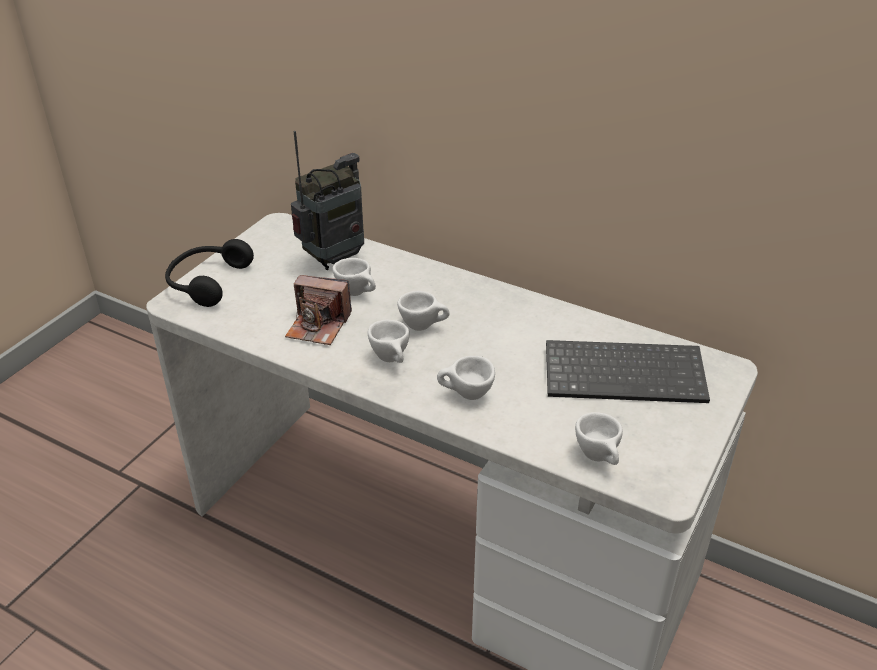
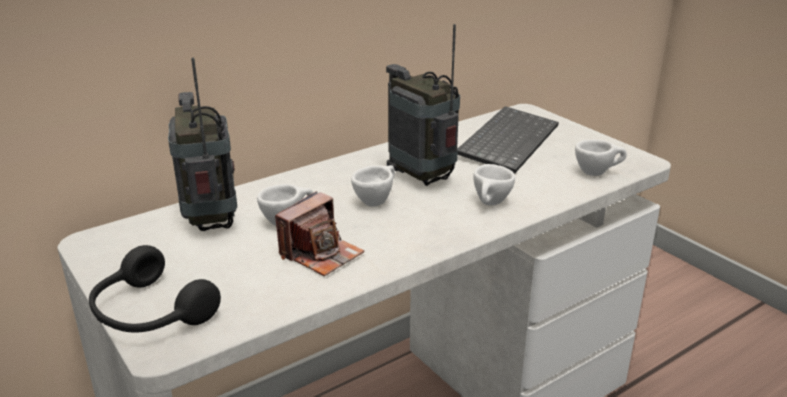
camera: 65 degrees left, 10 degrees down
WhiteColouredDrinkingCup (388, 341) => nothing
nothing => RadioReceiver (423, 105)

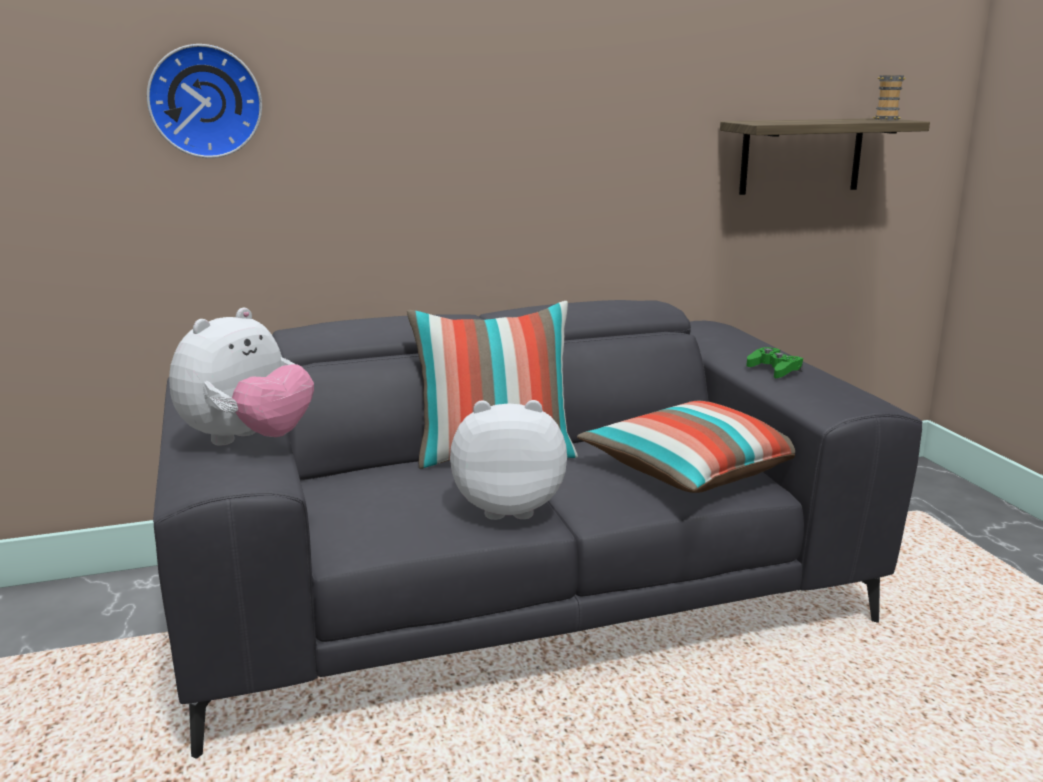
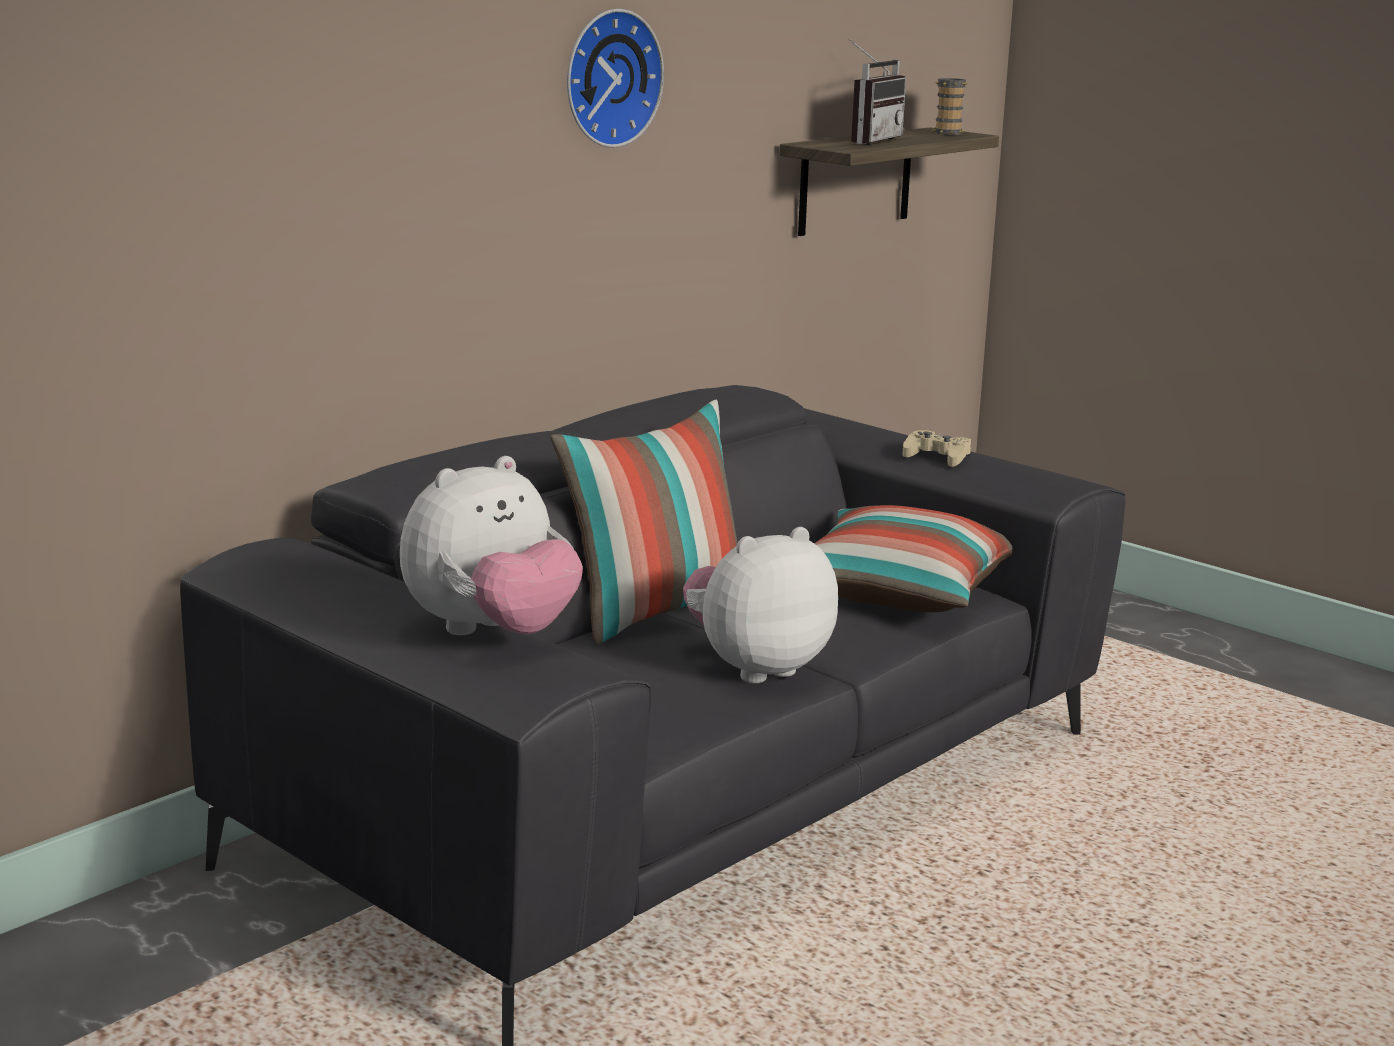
camera: 30 degrees left, 0 degrees up
WallClock (204, 101) => WallClock (615, 78), relocated
SoftToy (241, 376) => SoftToy (491, 545), 45 degrees clockwise
GreenGameController (775, 362) => BeigeGameController (936, 448)
nothing => RadioReceiver (877, 92)

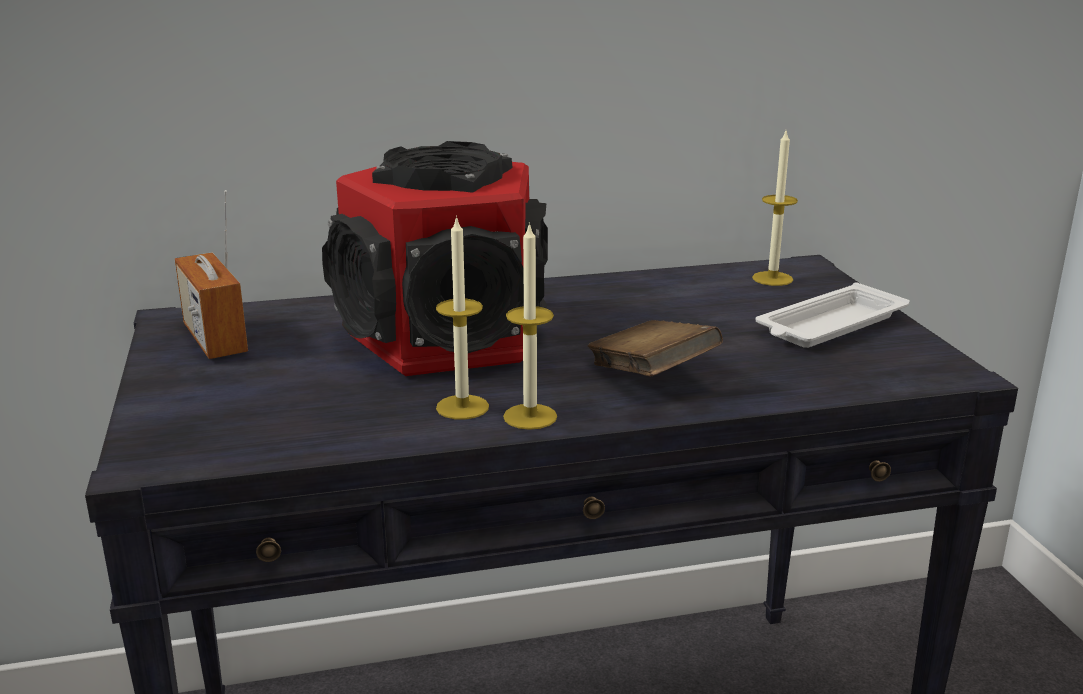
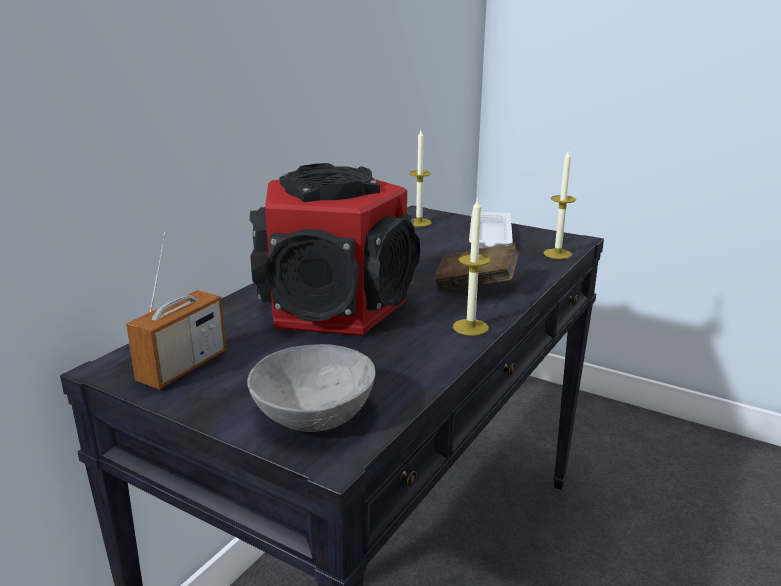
camera: 45 degrees left, 0 degrees up
RadioReceiver (211, 274) => RadioReceiver (176, 310), 75 degrees counterclockwise
WaxCandle (462, 317) => WaxCandle (559, 204), relocated
nothing => GreyDeepDish (311, 388)

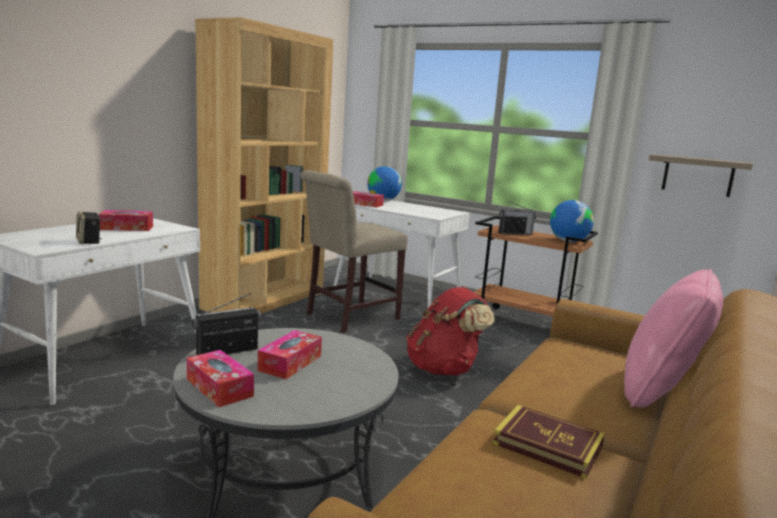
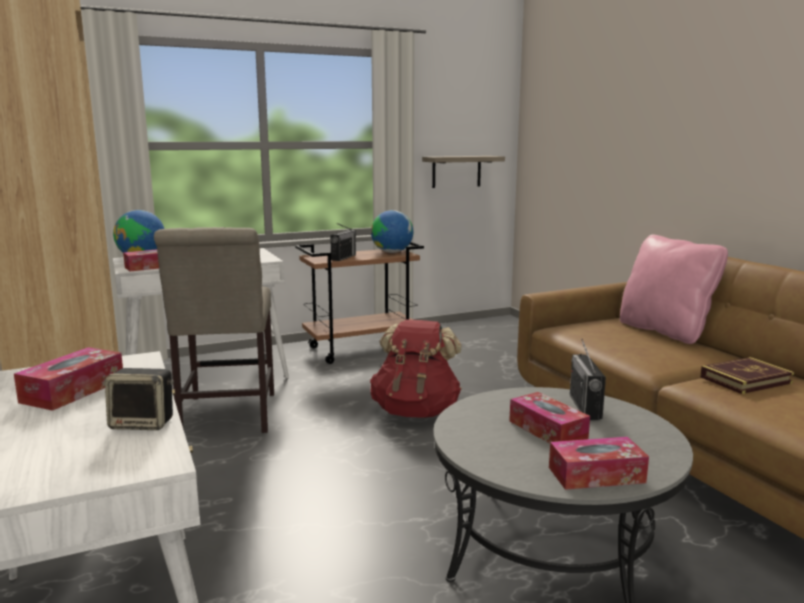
camera: 55 degrees left, 0 degrees up
RadioReceiver (226, 324) => RadioReceiver (588, 379), relocated

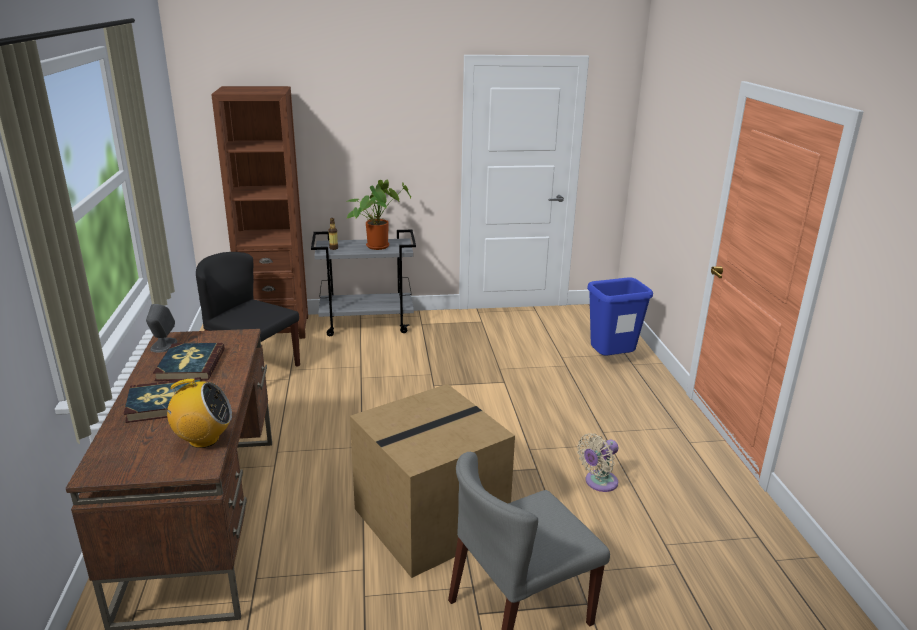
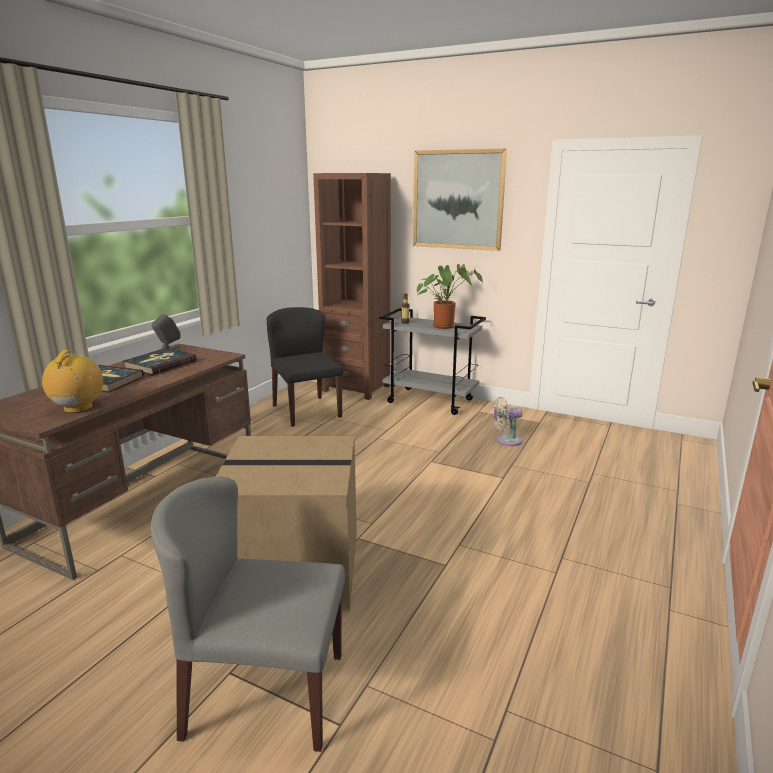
camera: 35 degrees right, 5 degrees down
RadioReceiver (195, 413) => RadioReceiver (72, 381), 120 degrees counterclockwise
BeigeElectricFan (597, 462) => BeigeElectricFan (508, 421), relocated
BluishTrashCan (620, 316) => nothing
nothing => Picture (460, 199)

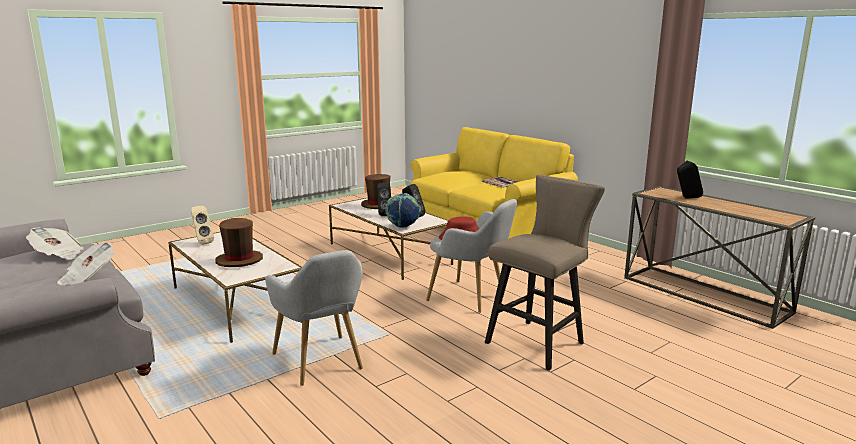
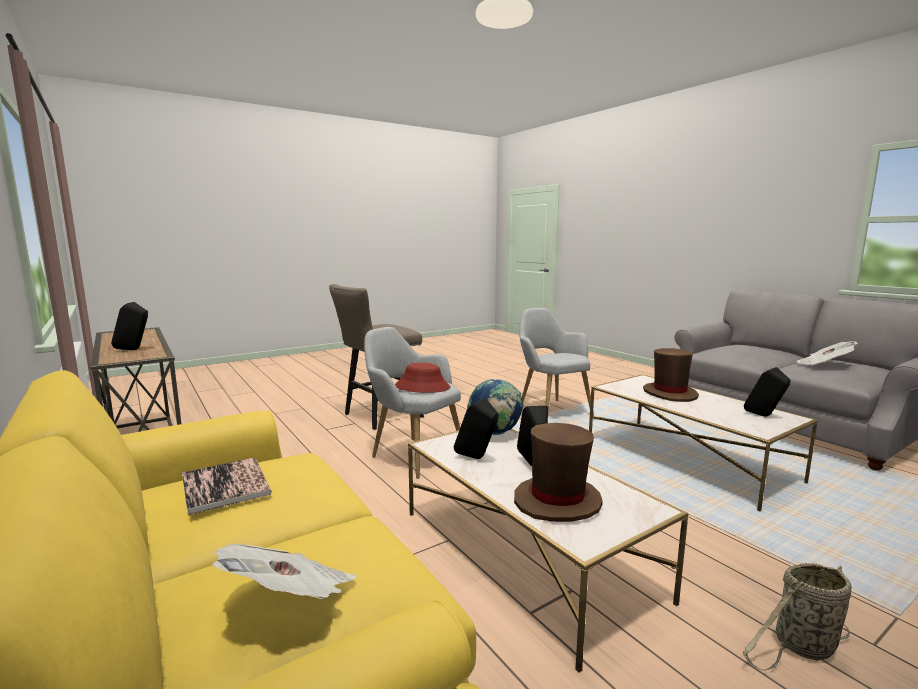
camera: 175 degrees left, 5 degrees down
PrintedPaper (85, 263) => PrintedPaper (284, 571), relocated
BeigeAudioSpeaker (202, 225) => BlackAudioSpeaker (767, 392)
nothing => Basket (797, 617)

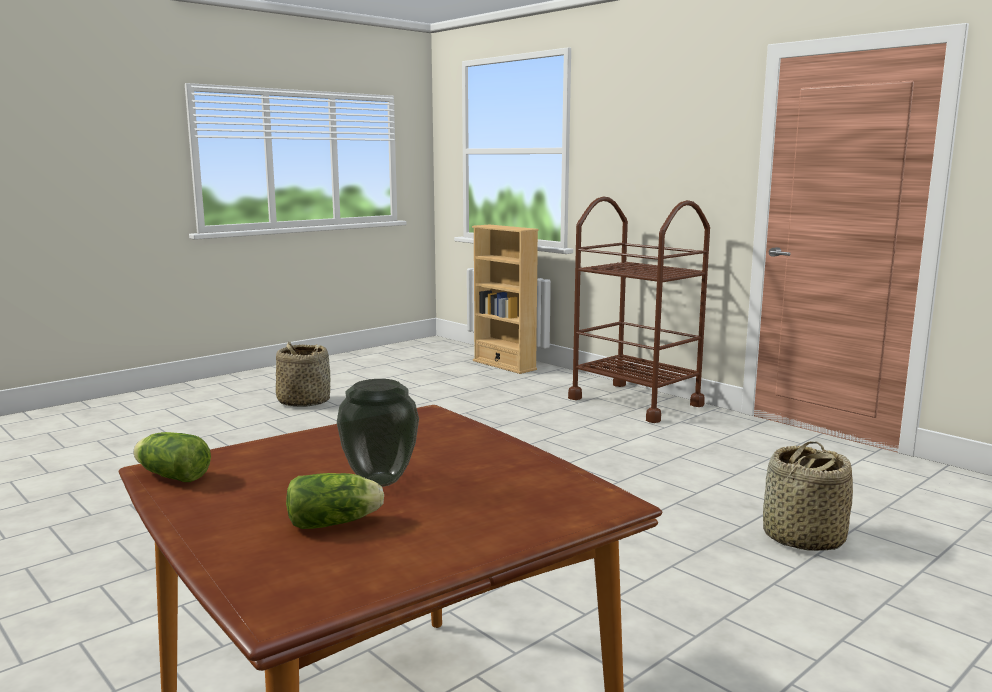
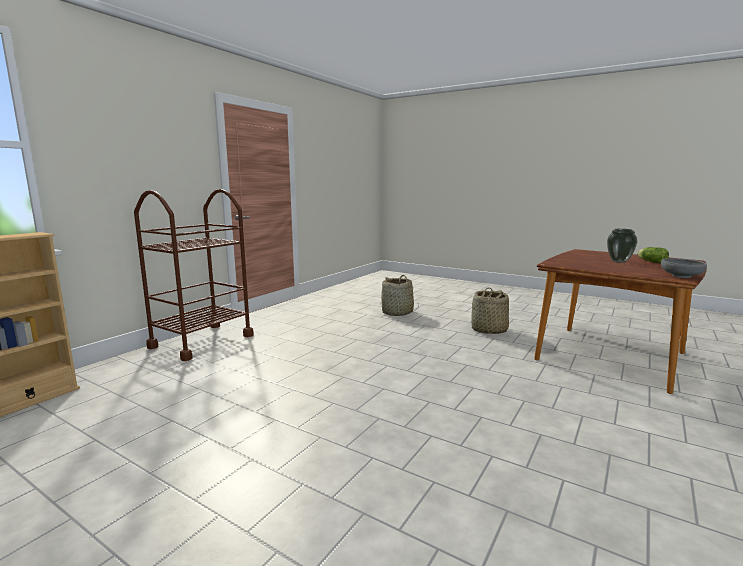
camera: 105 degrees left, 0 degrees up
LettuceHead (172, 457) => GreyDeepDish (684, 268)
Basket (303, 374) => Basket (490, 311), relocated

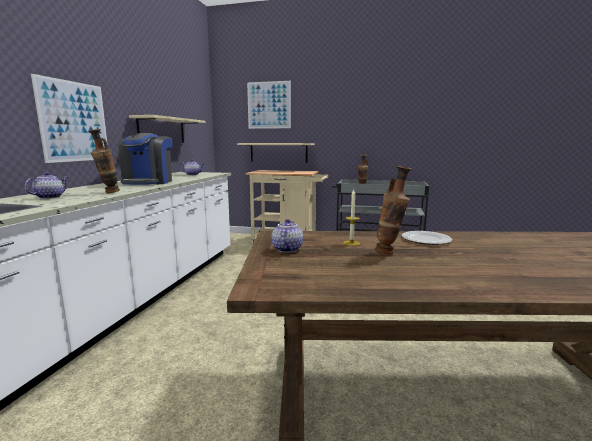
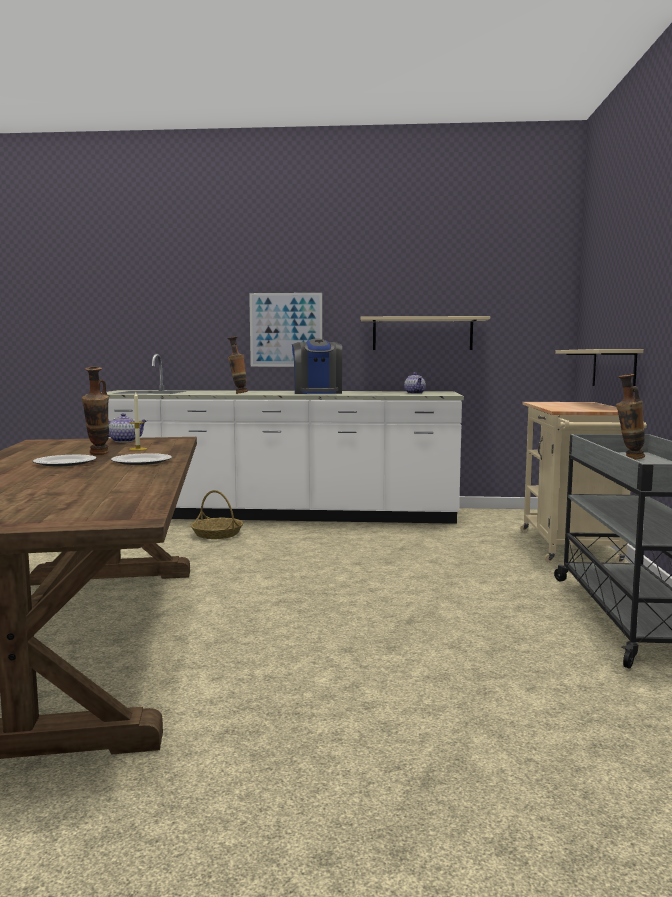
camera: 80 degrees right, 5 degrees down
Teapot (46, 185) => nothing
CoffeeMachine (145, 159) => CoffeeMachine (317, 366), 90 degrees counterclockwise
Picture (269, 105) => nothing
nothing => Plate (65, 460)
nothing => Basket (217, 514)

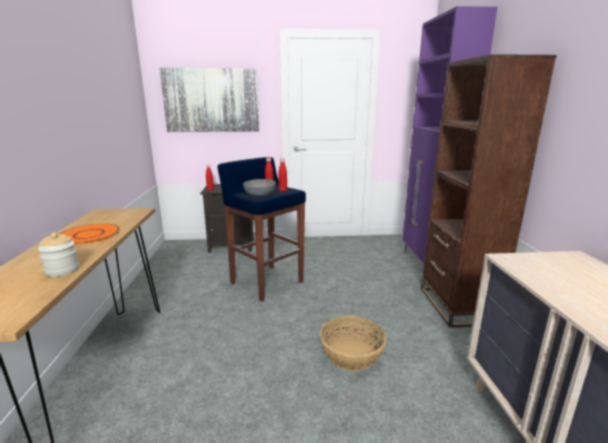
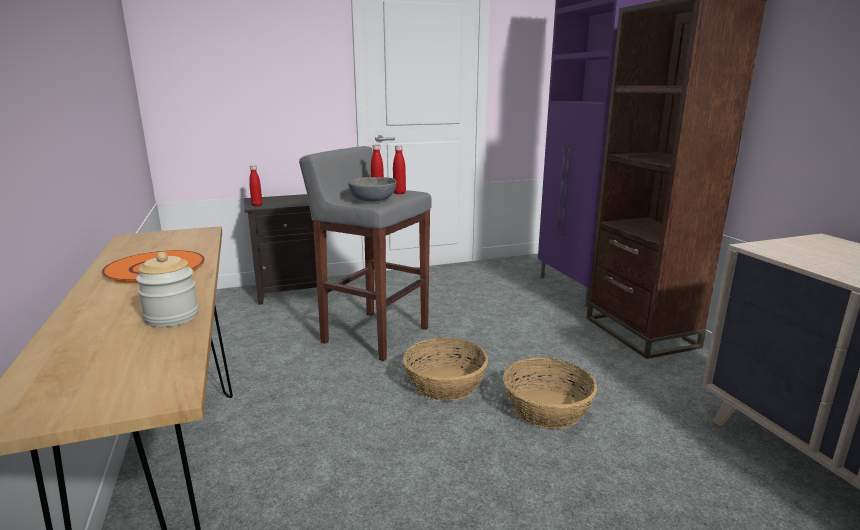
camera: 15 degrees left, 0 degrees up
Picture (209, 100) => nothing
BluishStoolSeat (261, 229) => GreyStoolSeat (365, 253)
nothing => Basket (445, 369)

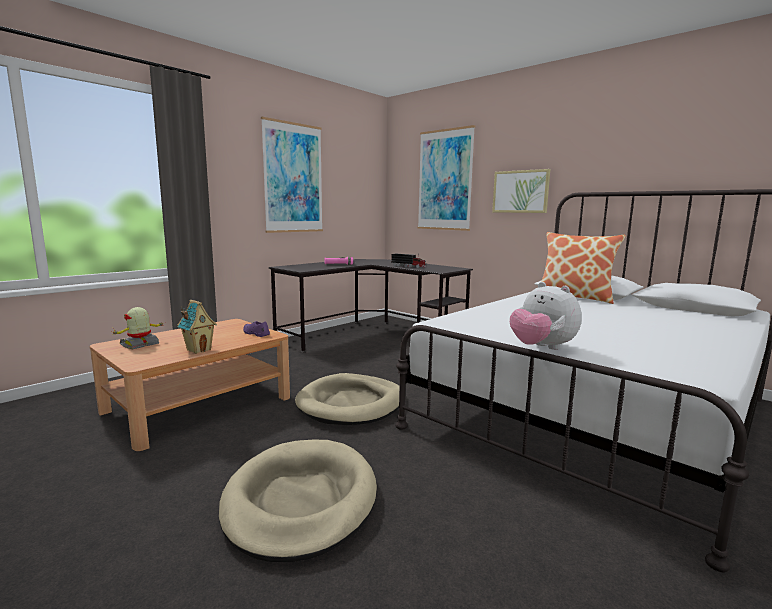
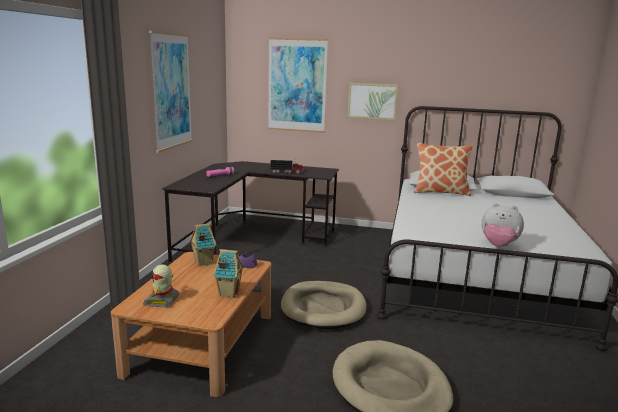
camera: 30 degrees left, 5 degrees up
nothing => MiniatureHouse (203, 244)

